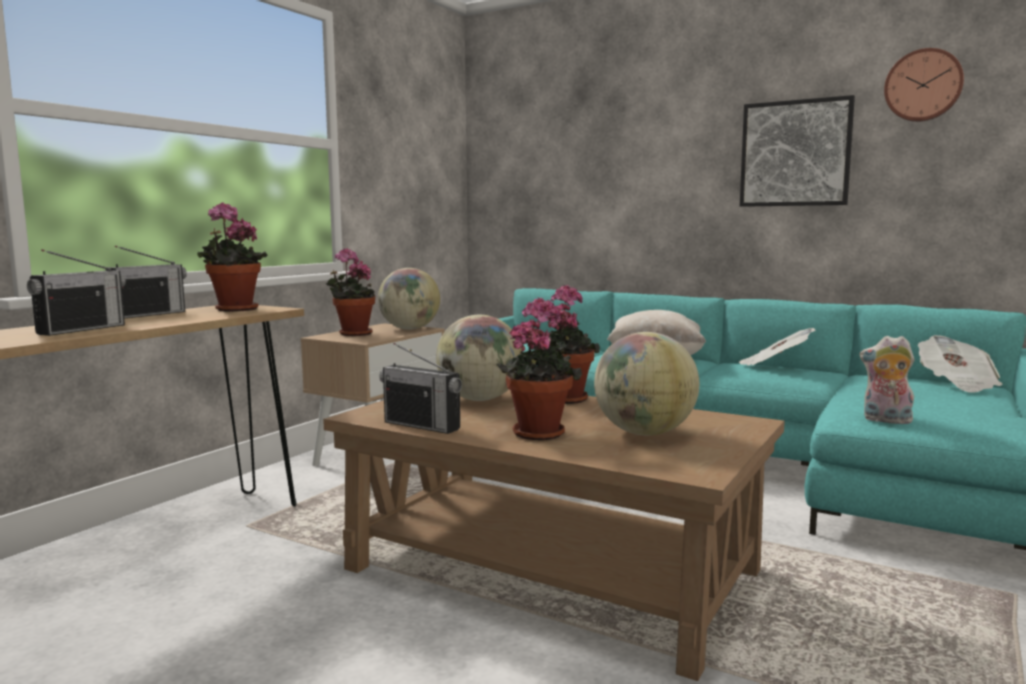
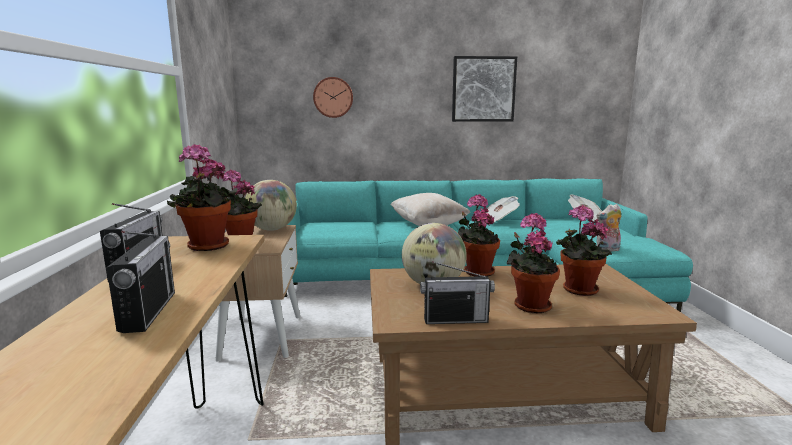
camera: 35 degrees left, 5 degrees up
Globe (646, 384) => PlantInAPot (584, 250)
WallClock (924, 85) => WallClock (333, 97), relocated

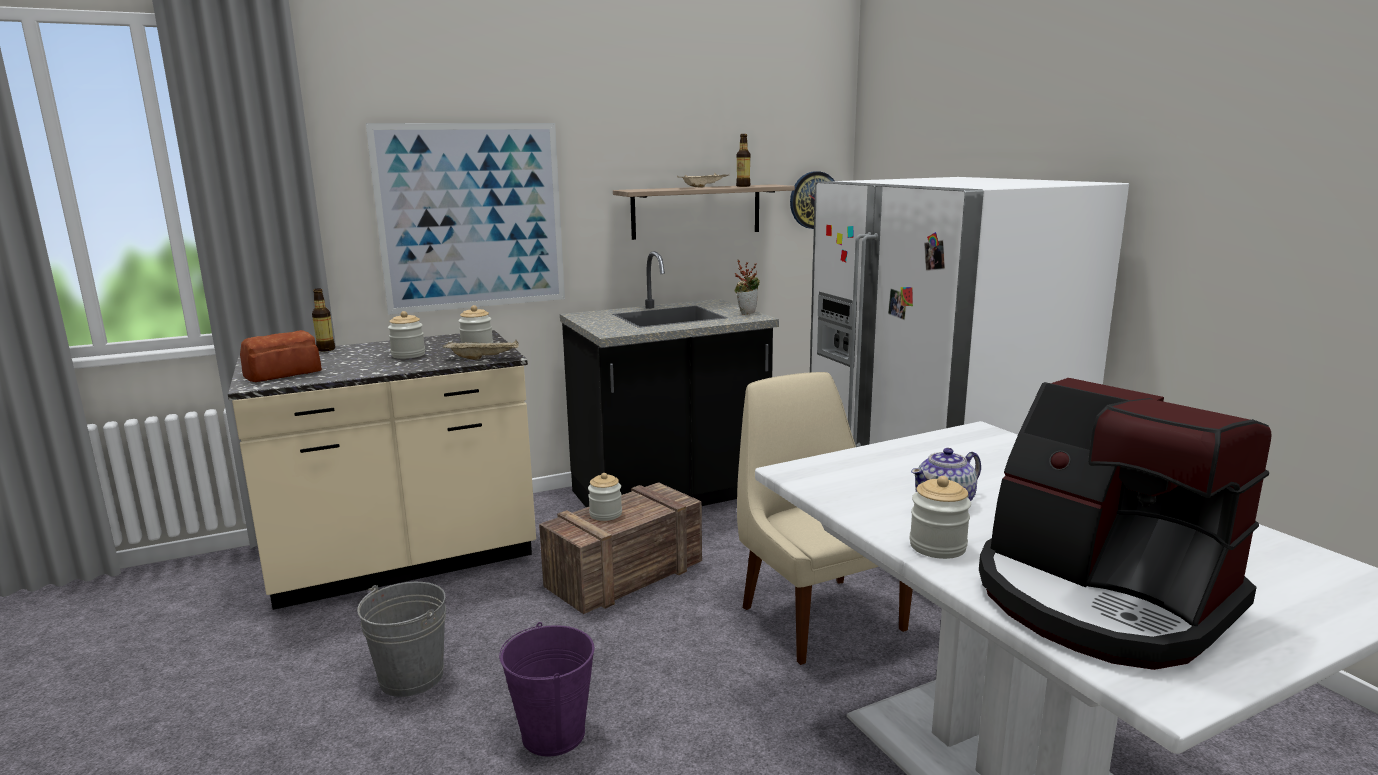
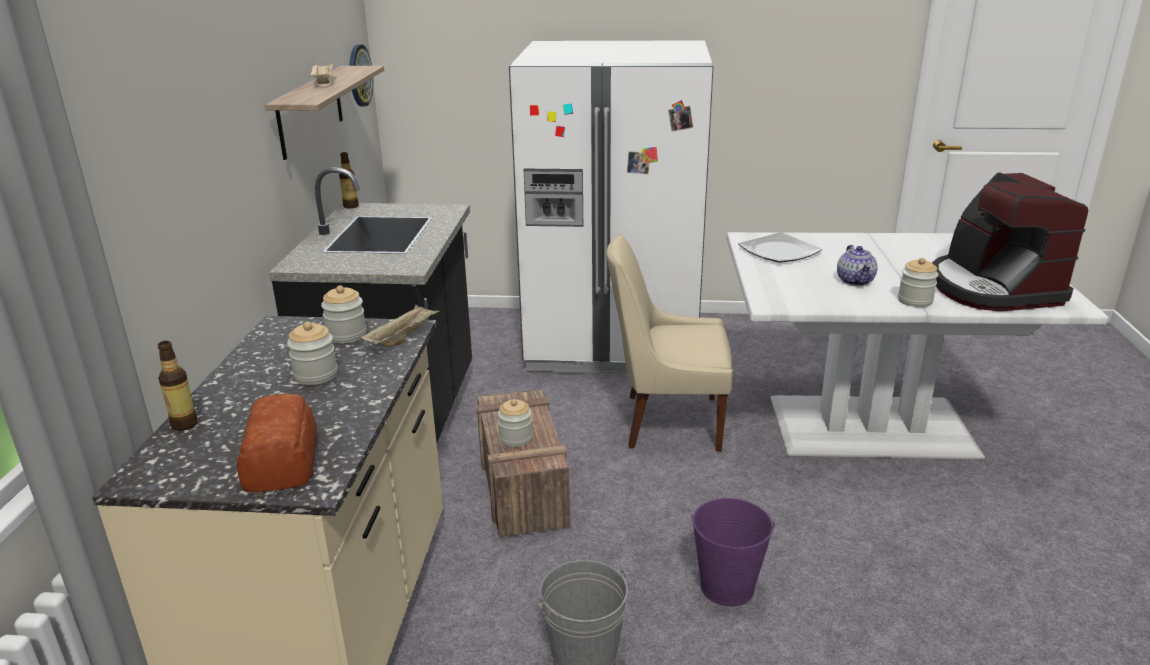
camera: 60 degrees left, 10 degrees up
Picture (465, 219) => nothing
PlantInAPot (747, 287) => nothing
Bottle (743, 160) => Bottle (349, 180), relocated
CoffeeMachine (1125, 524) => CoffeeMachine (1010, 241), 90 degrees clockwise
nothing => Plate (780, 247)

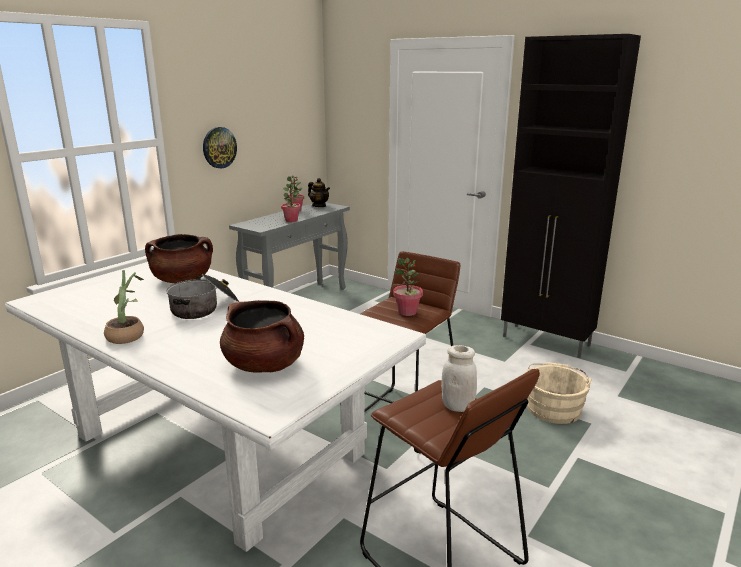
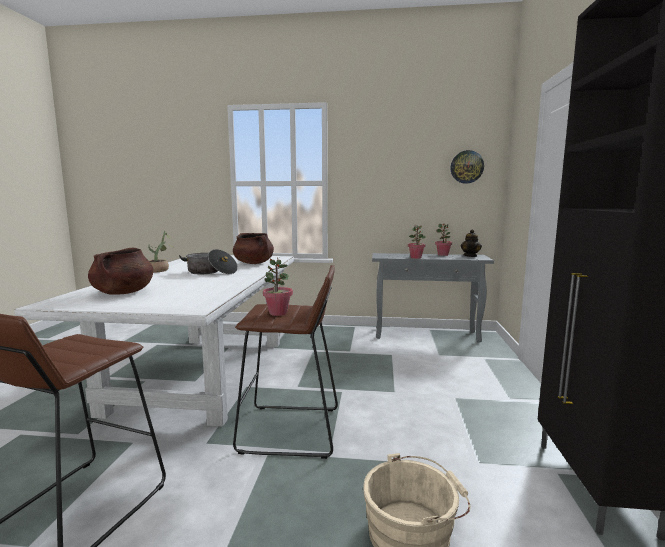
camera: 60 degrees right, 10 degrees down
WallClock (220, 148) => WallClock (467, 167), relocated
WhiteColouredPreserveJar (459, 378) => nothing

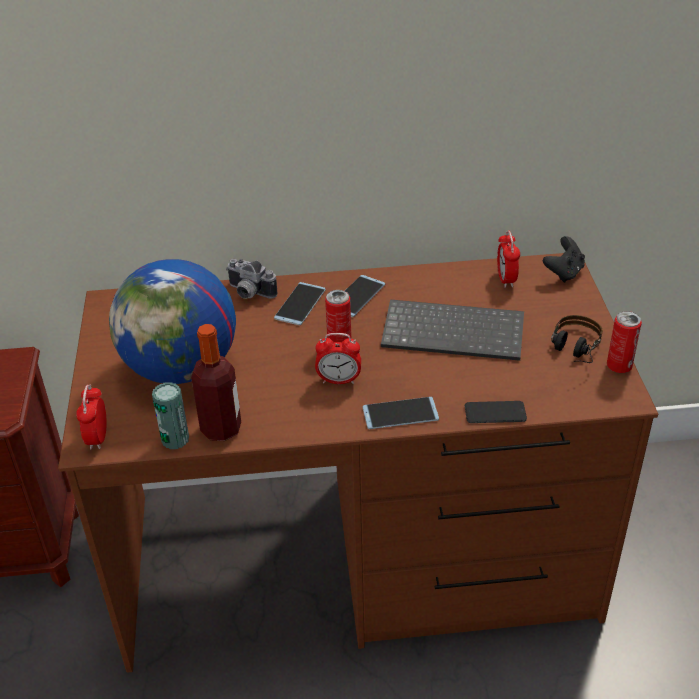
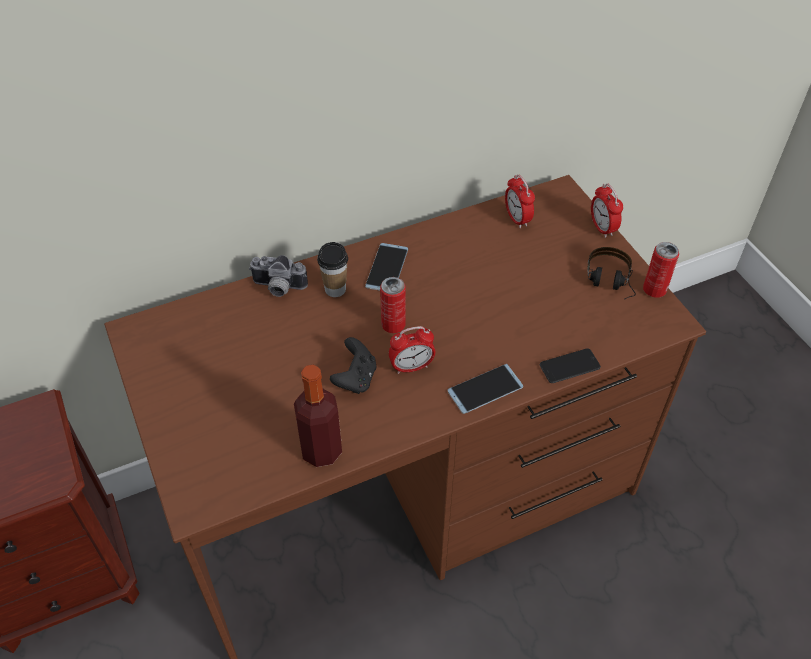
camera: 20 degrees left, 10 degrees up
AlarmClock (91, 416) => AlarmClock (607, 210), relocated
Globe (172, 321) => nothing
SealedCan (170, 415) => nothing
Phone (300, 303) => DrinkingCup (332, 269)
ComputerKeyboard (452, 330) => nothing
BlackGameController (564, 259) => BlackGameController (353, 365), relocated

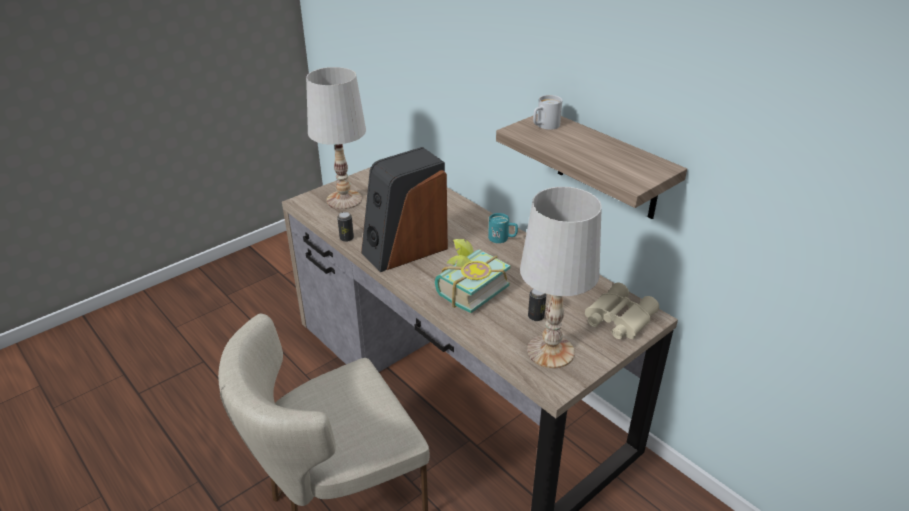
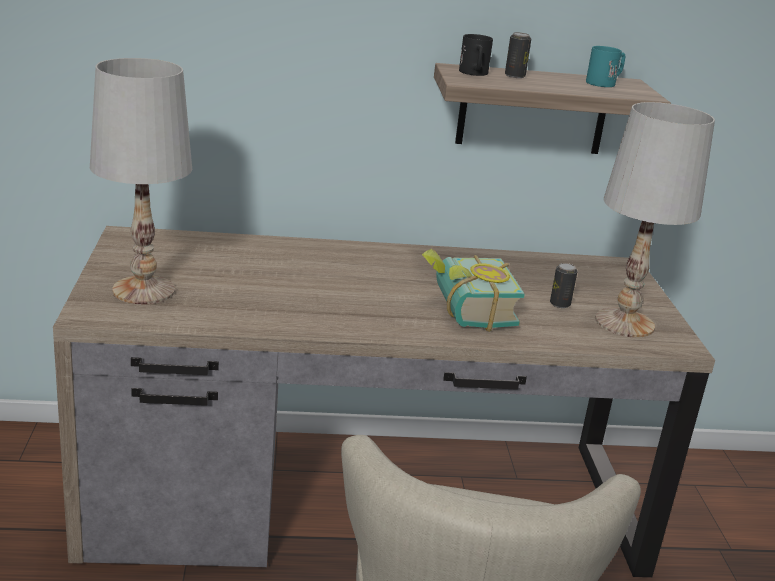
camera: 55 degrees left, 10 degrees down
SealedCan (345, 227) => SealedCan (518, 55), relocated
AudioSpeaker (404, 209) => nothing
TurquoiseMug (503, 228) => TurquoiseMug (605, 66), relocated
WhiteColouredMug (547, 112) => BlackMug (476, 55)
BeigeBinoculars (622, 310) => nothing

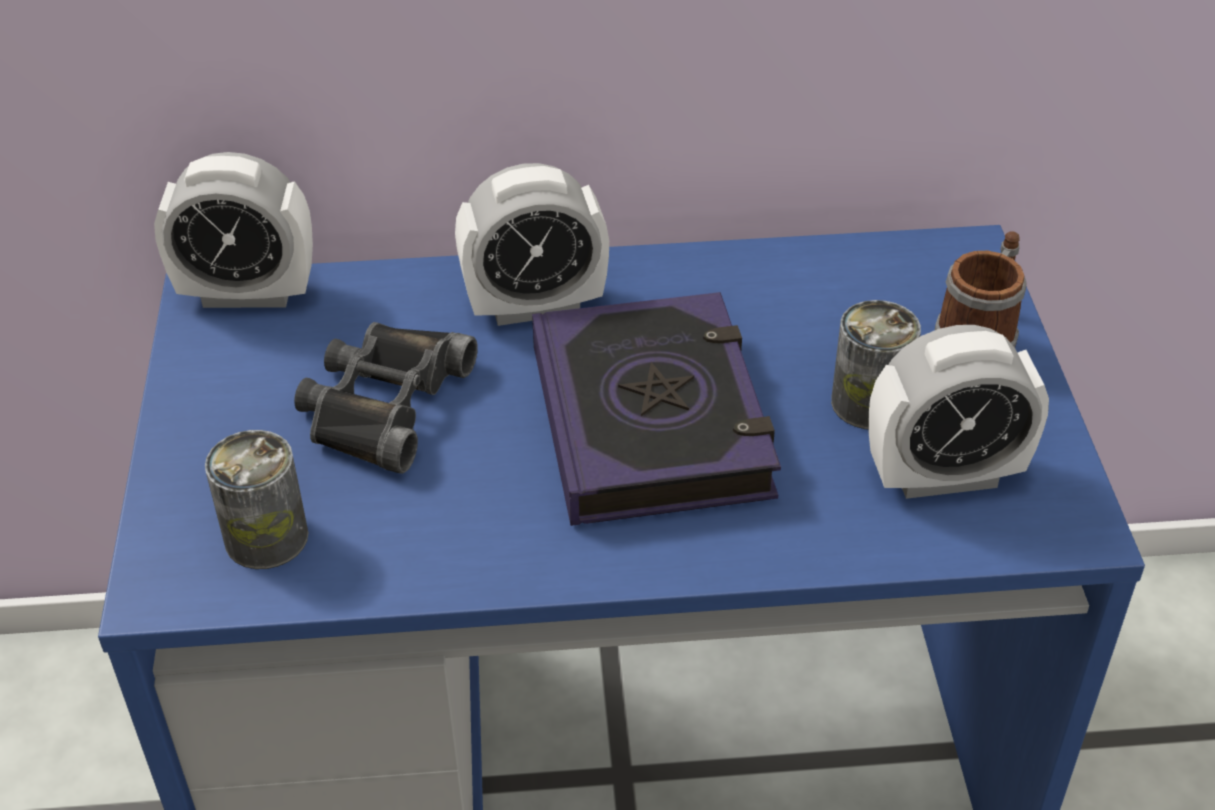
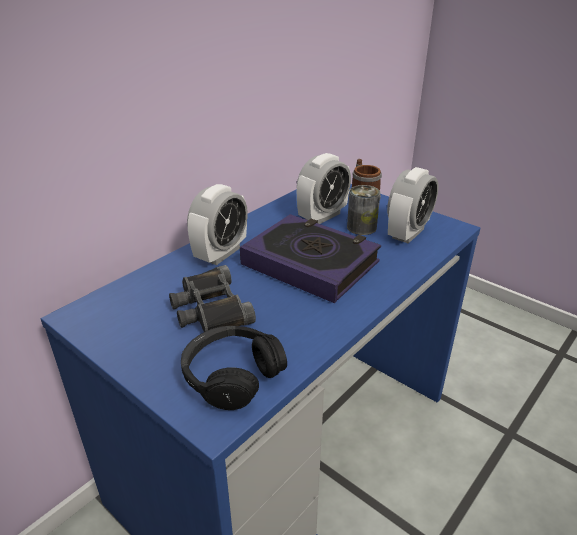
camera: 45 degrees left, 10 degrees down
AlarmClock (233, 230) => AlarmClock (324, 188), relocated
SealedCan (256, 499) => BlackPairOfHeadphones (234, 368)

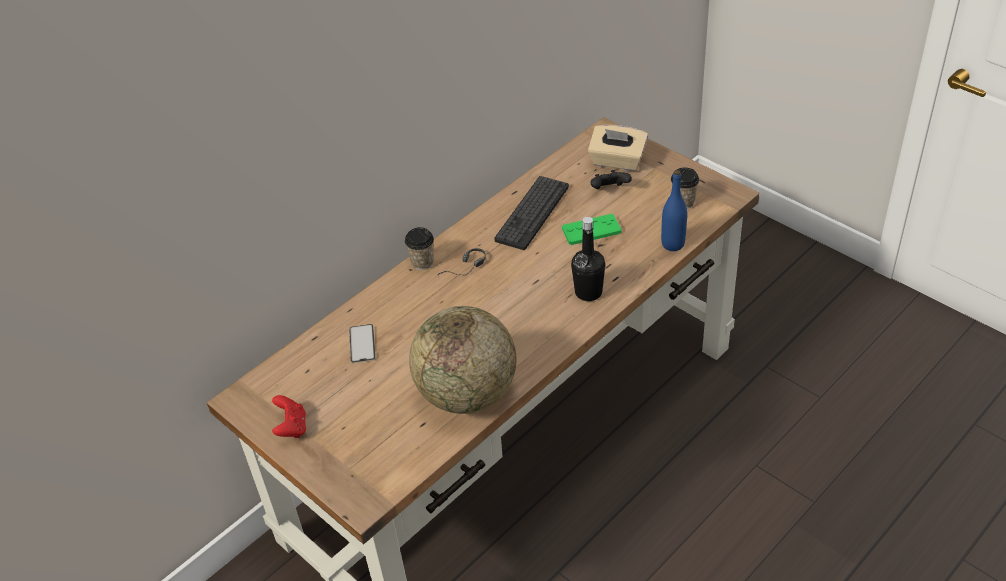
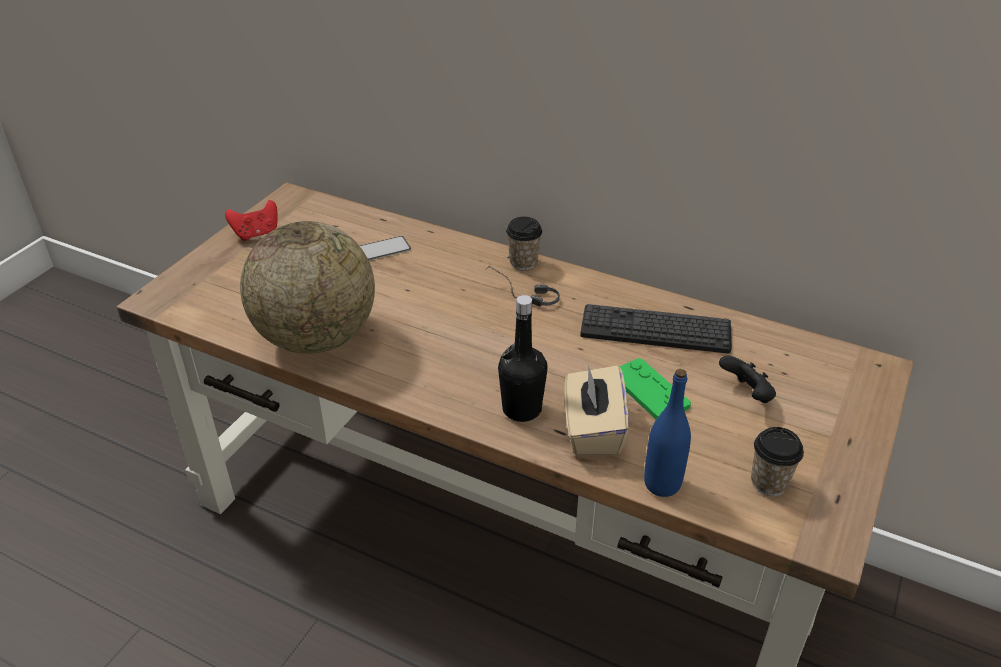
camera: 70 degrees right, 5 degrees down
BeigeTissueBox (618, 148) => BeigeTissueBox (597, 410), relocated

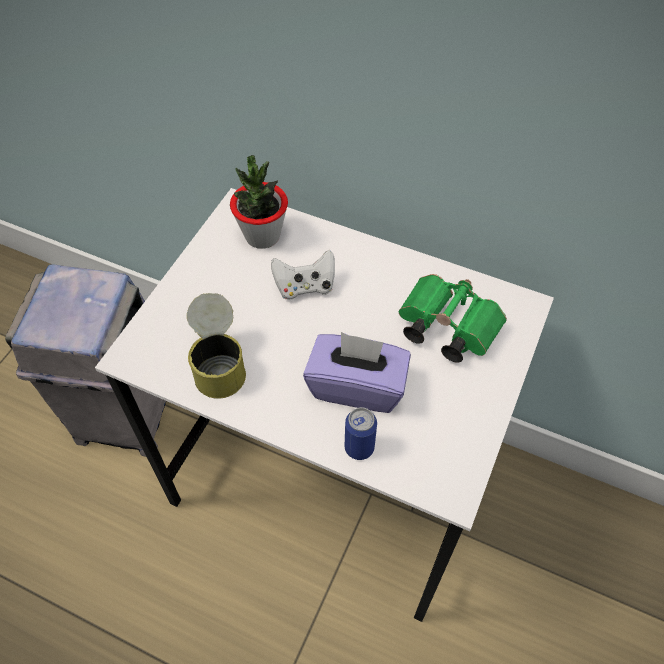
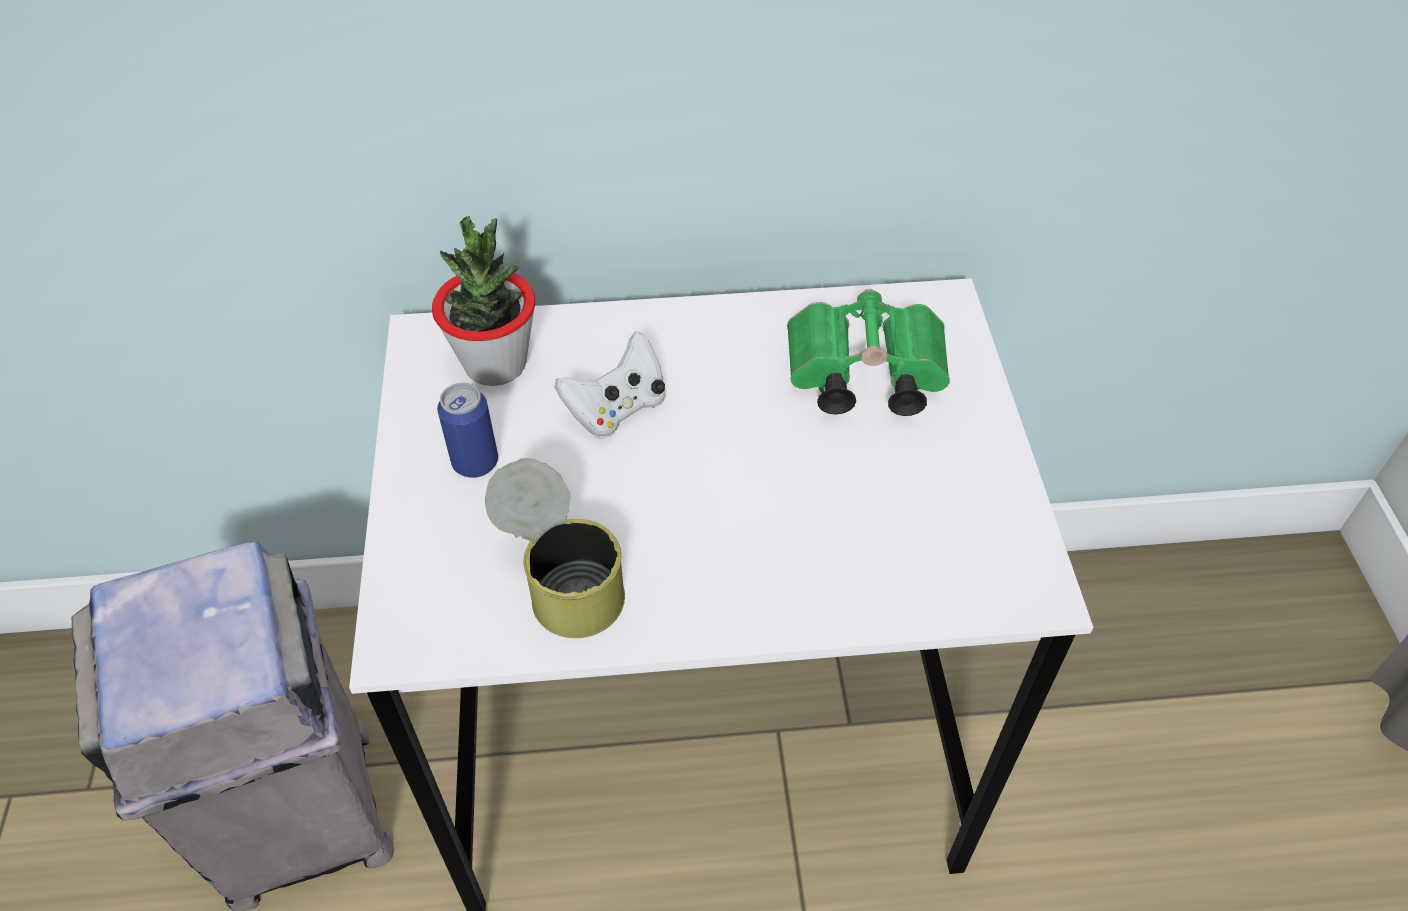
camera: 30 degrees left, 5 degrees down
PurpleColouredTissueBox (357, 372) => nothing
SealedCan (361, 433) => SealedCan (467, 430), relocated

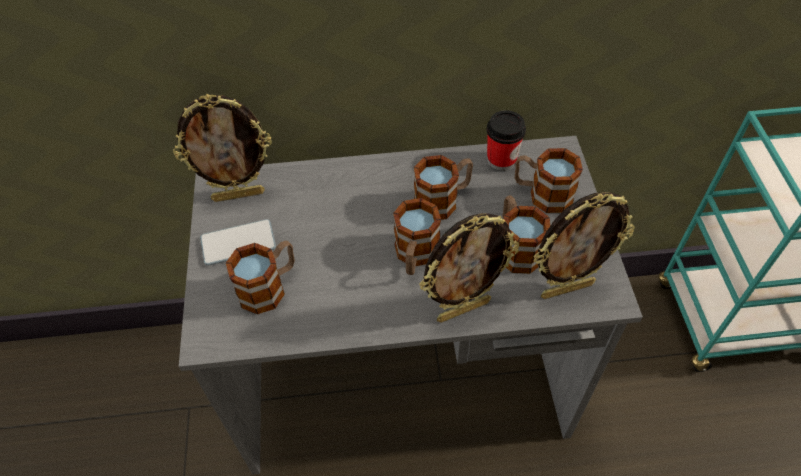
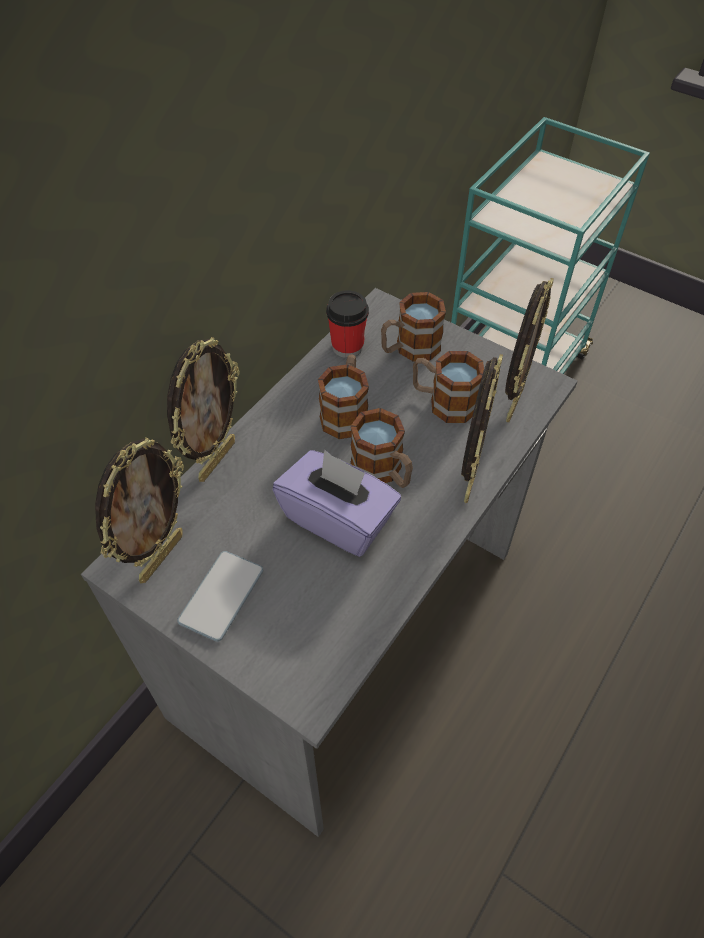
camera: 50 degrees left, 0 degrees up
Mug (260, 277) => nothing
nothing => PictureFrame (203, 409)
nothing => PurpleColouredTissueBox (337, 503)

